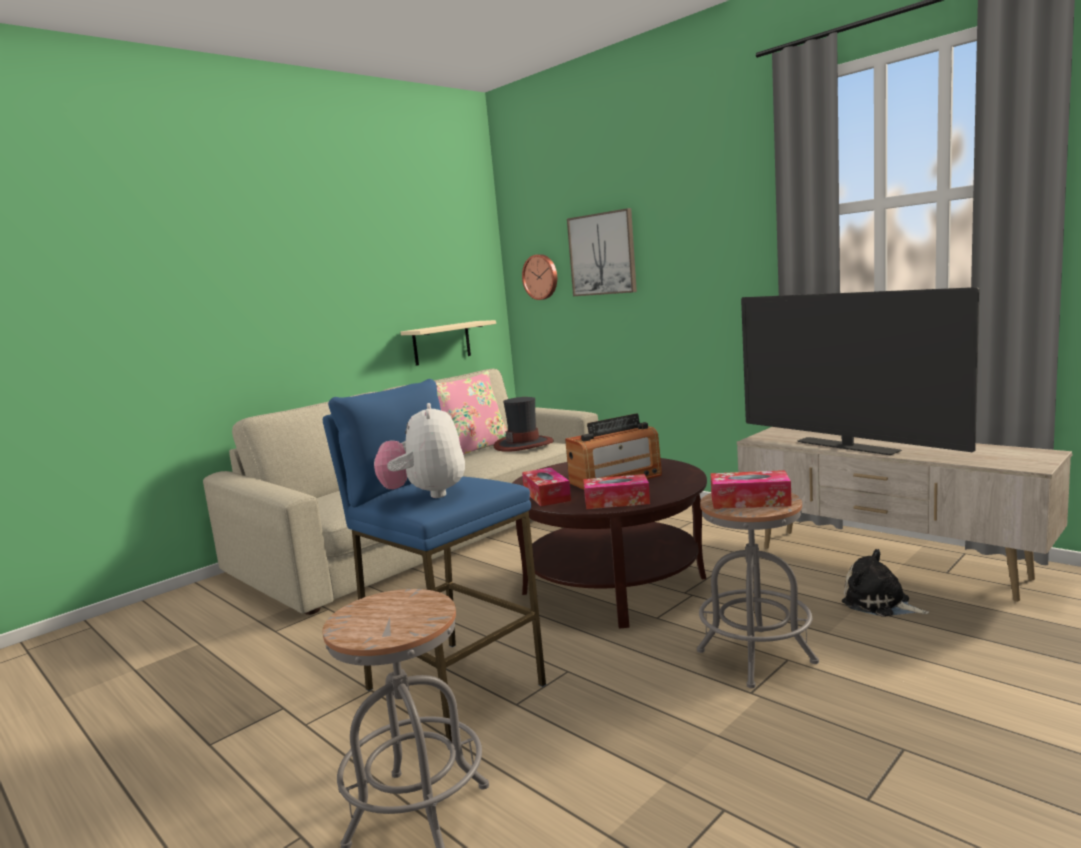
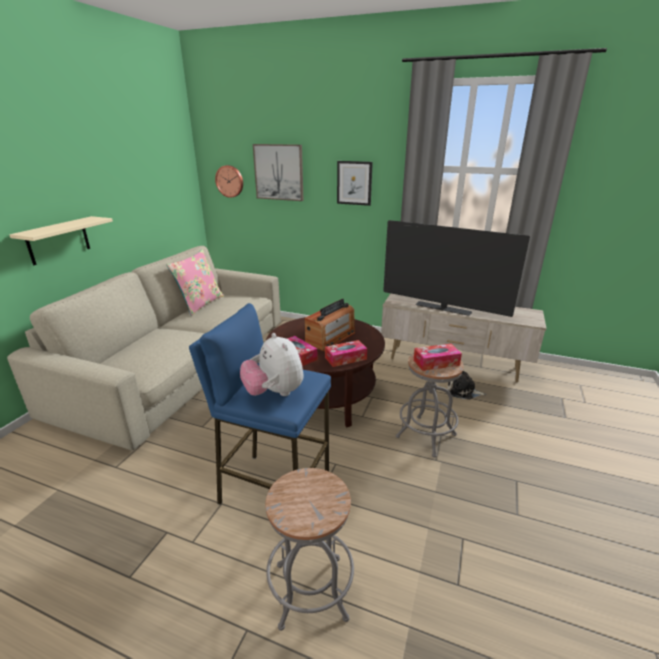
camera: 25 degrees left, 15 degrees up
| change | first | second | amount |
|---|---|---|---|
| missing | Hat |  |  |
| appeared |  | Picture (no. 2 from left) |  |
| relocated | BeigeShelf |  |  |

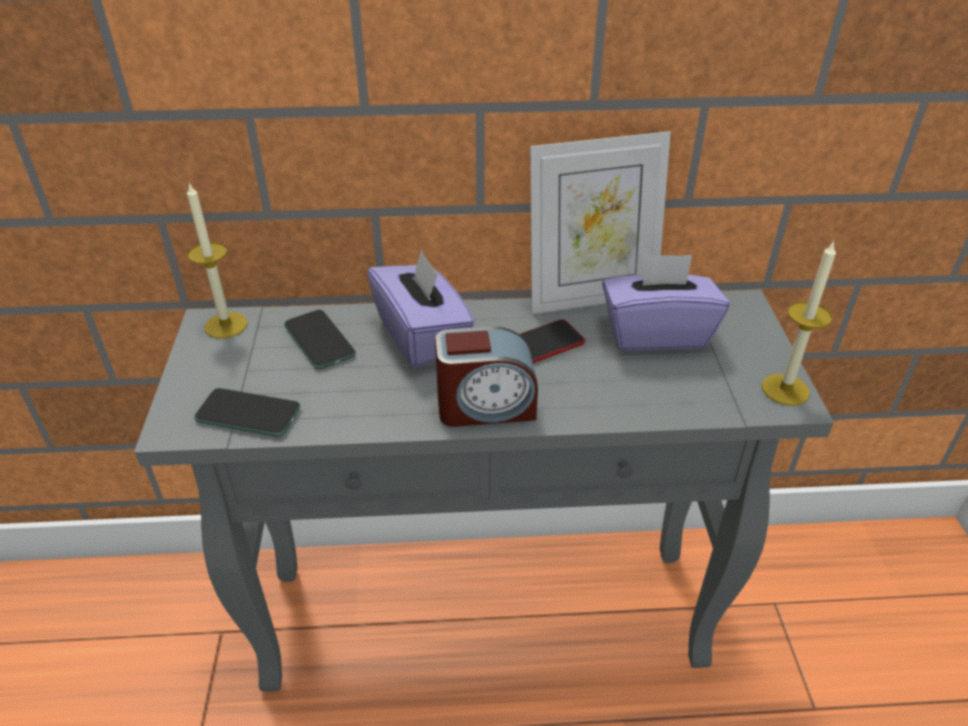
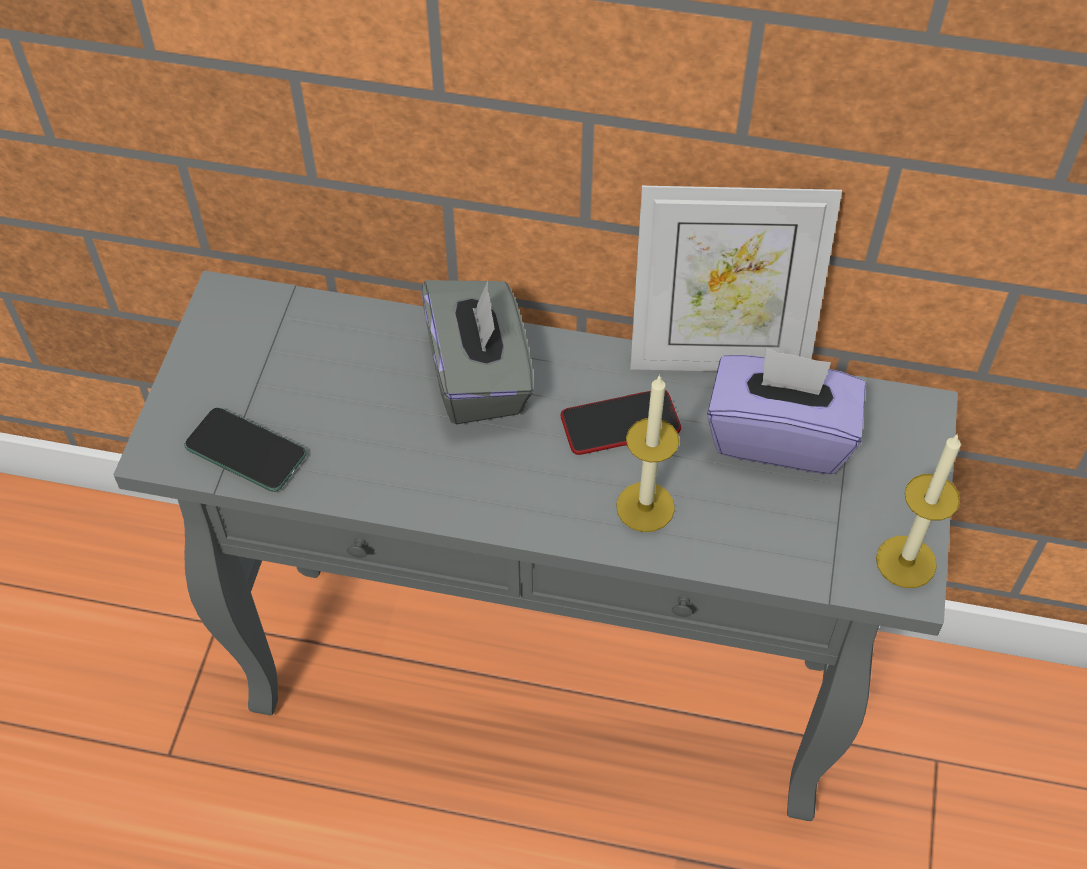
camera: 15 degrees right, 15 degrees up
| change | first | second | amount |
|---|---|---|---|
| missing | Phone (no. 2 from left) |  |  |
| missing | AlarmClock |  |  |
| relocated | Candle (no. 1 from left) |  |  |
| colour | PurpleTissueBox (no. 1 from left) | GreyTissueBox |  |

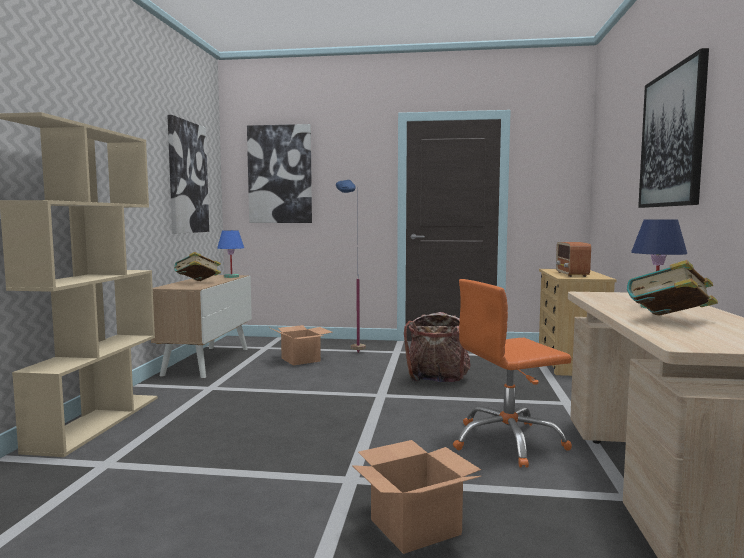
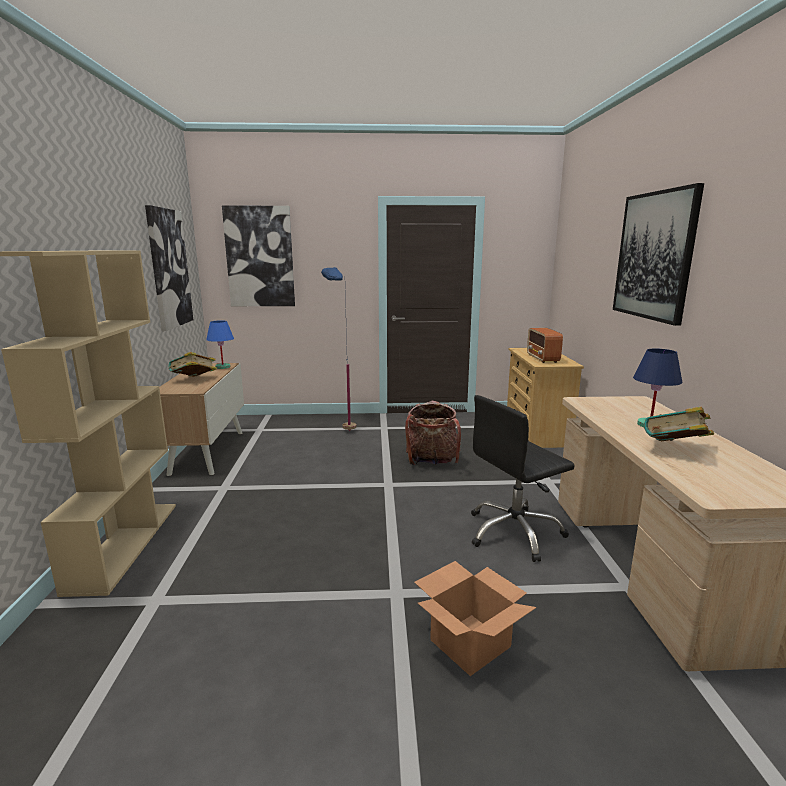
camera: 10 degrees left, 10 degrees up
| change | first | second | amount |
|---|---|---|---|
| missing | CardboardBox (no. 1 from left) |  |  |
| colour | OrangeOfficeChair | BlackOfficeChair |  |

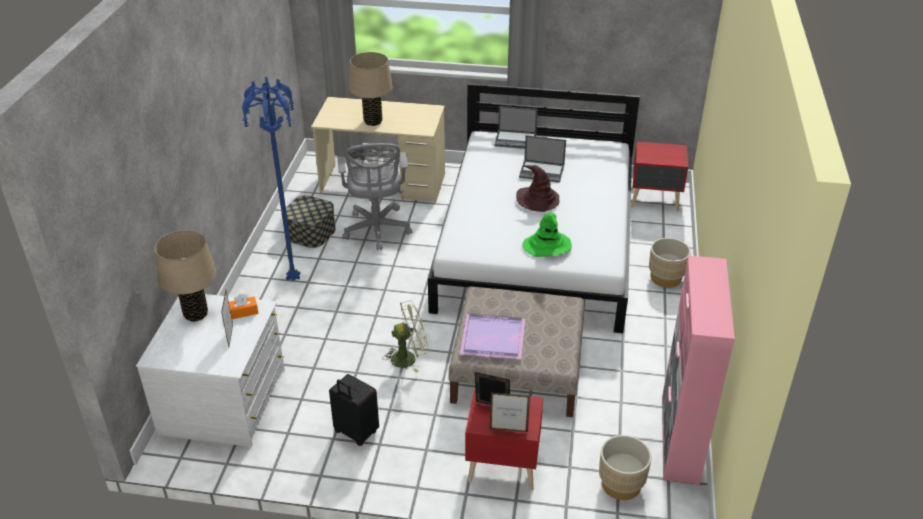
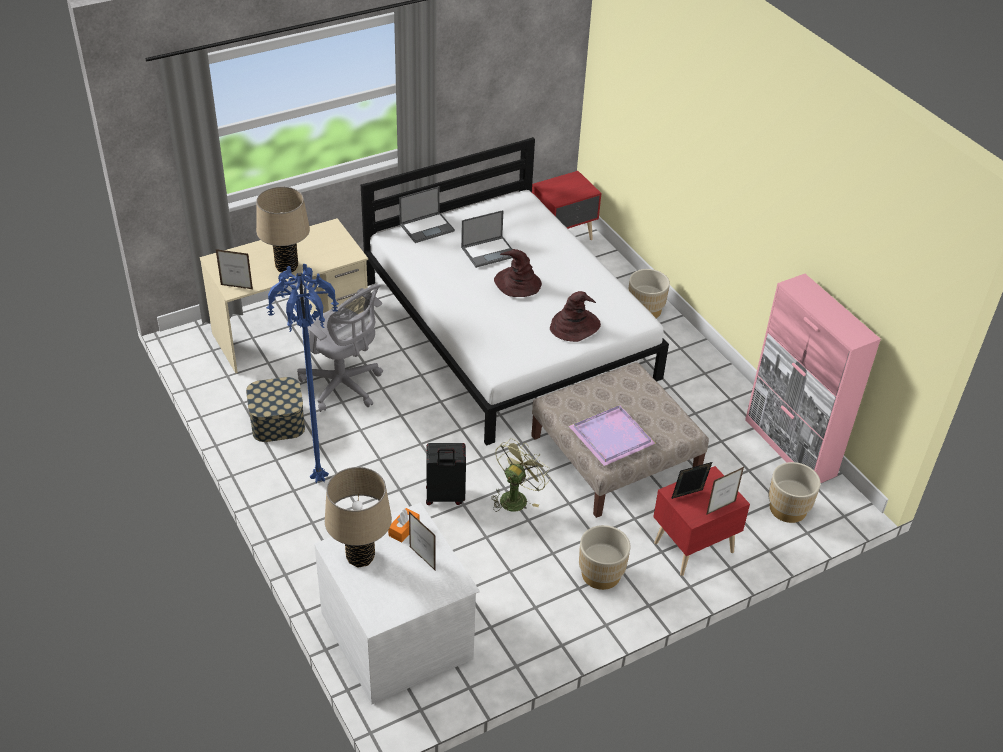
camera: 40 degrees left, 5 degrees up
| change | first | second | amount |
|---|---|---|---|
| appeared |  | PictureFrame (no. 1 from left) |  |
| appeared |  | BeigePlanter (no. 1 from left) |  |
| relocated | BlackSuitcase |  |  |
| colour | GreenHat | BrownHat (no. 2 from left) |  |

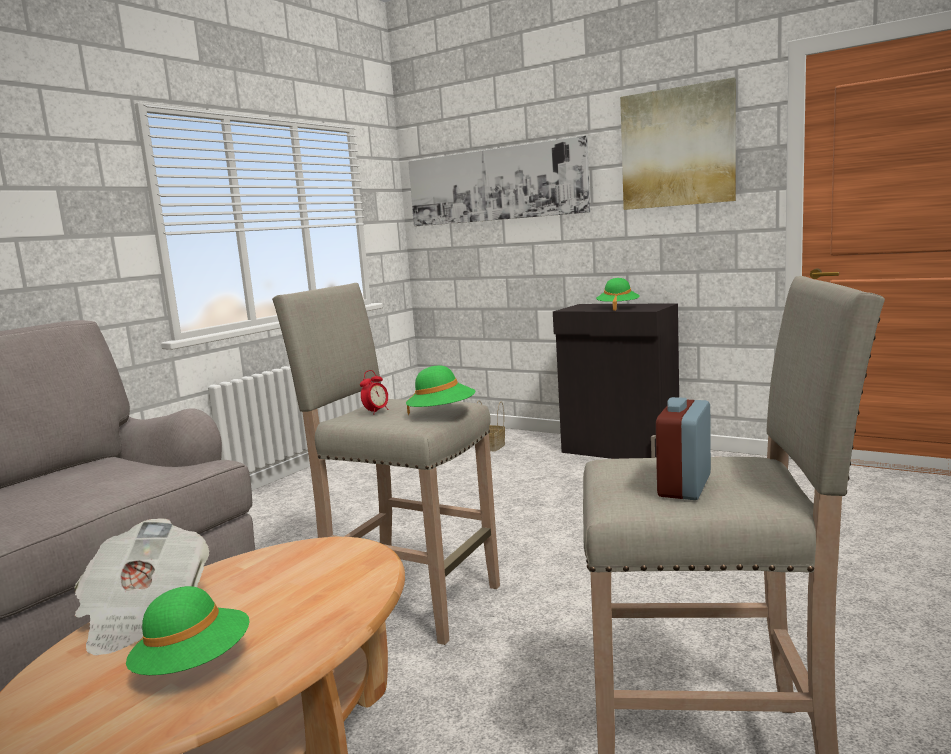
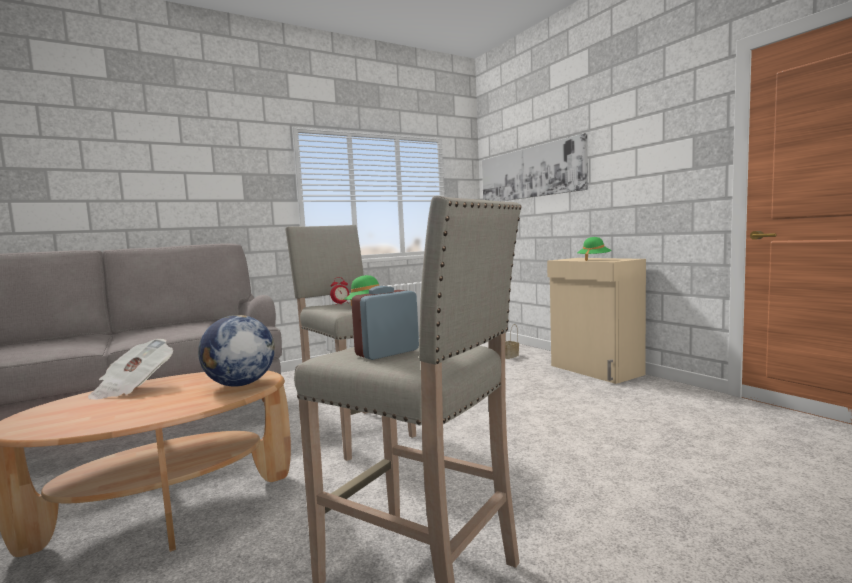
camera: 25 degrees right, 5 degrees down
| change | first | second | amount |
|---|---|---|---|
| missing | GreenHat (no. 1 from left) |  |  |
| missing | Picture (no. 2 from left) |  |  |
| appeared |  | Globe |  |
| colour | BlackCabinet | BeigeCabinet |  |

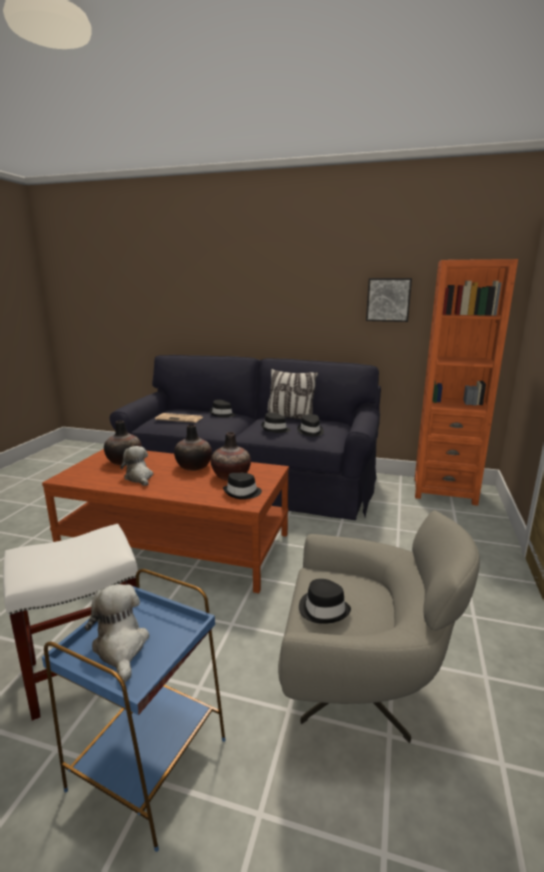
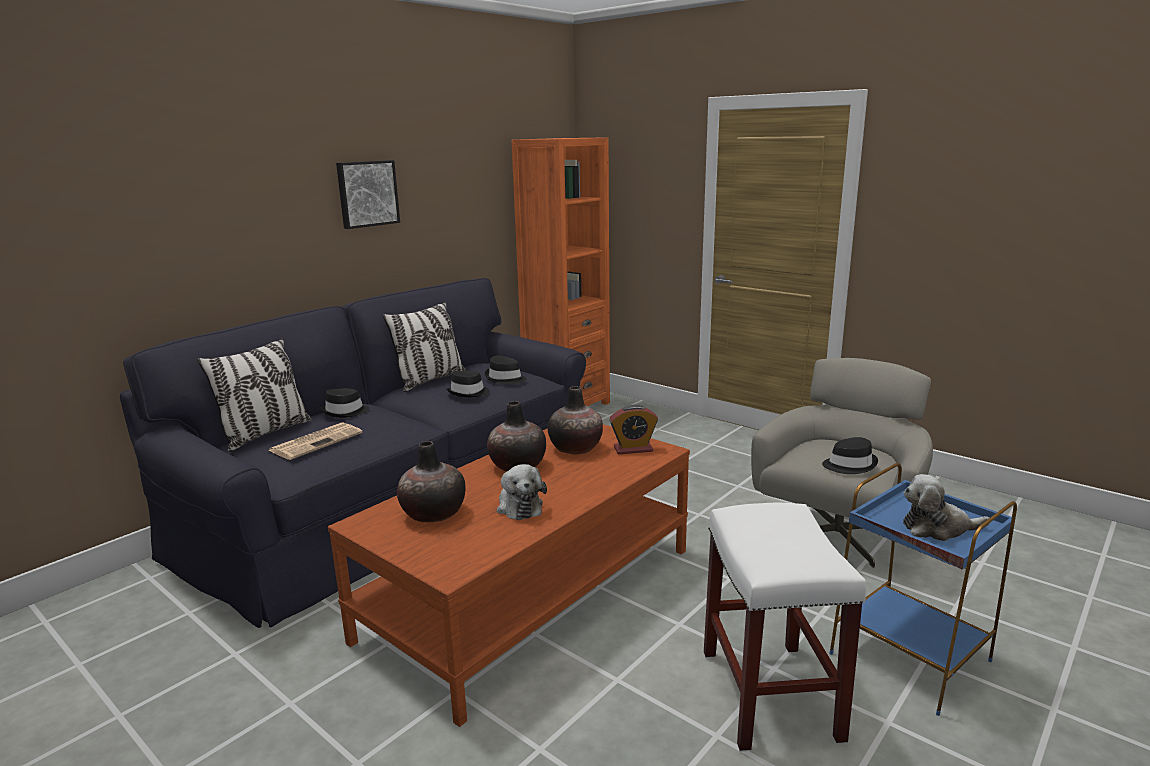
camera: 65 degrees left, 0 degrees up
| change | first | second | amount |
|---|---|---|---|
| appeared |  | Pillow (no. 1 from left) |  |
| relocated | Picture |  |  |
| exchanged | BlackHat (no. 2 from left) | AlarmClock |  |
| spun | PlushToy (no. 2 from left in the first image) | PlushToy (no. 1 from left) | 105 degrees counterclockwise |

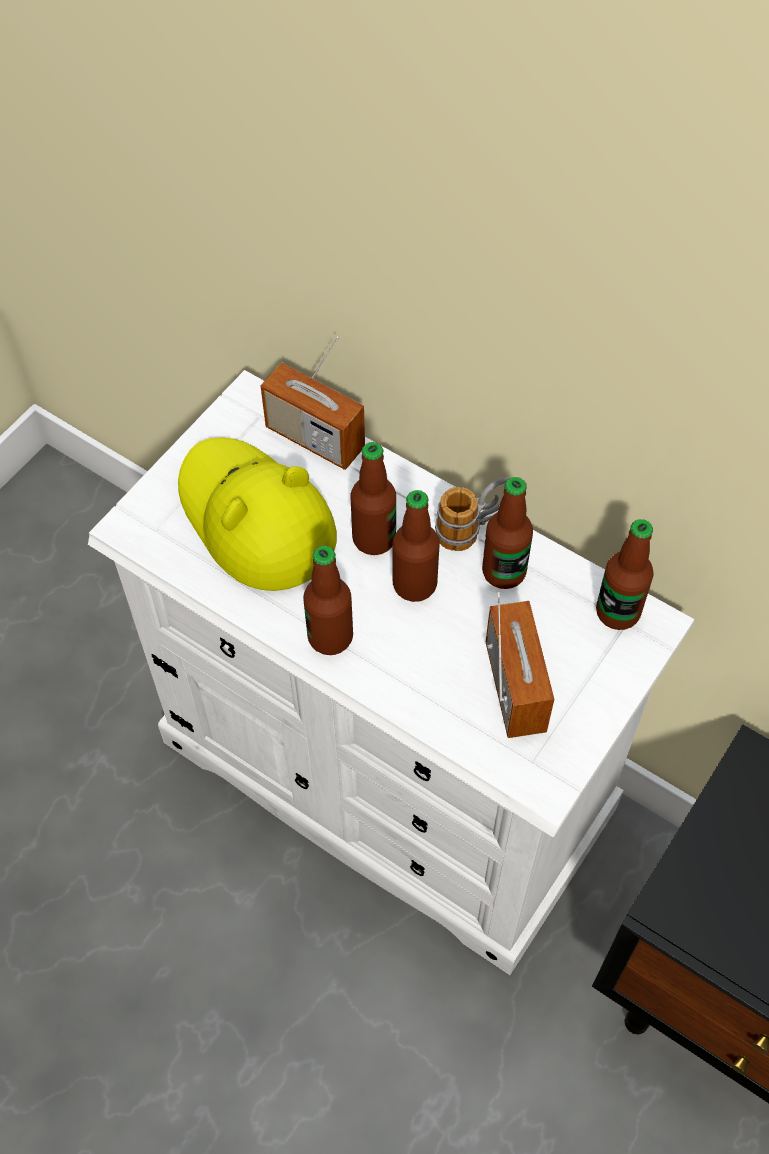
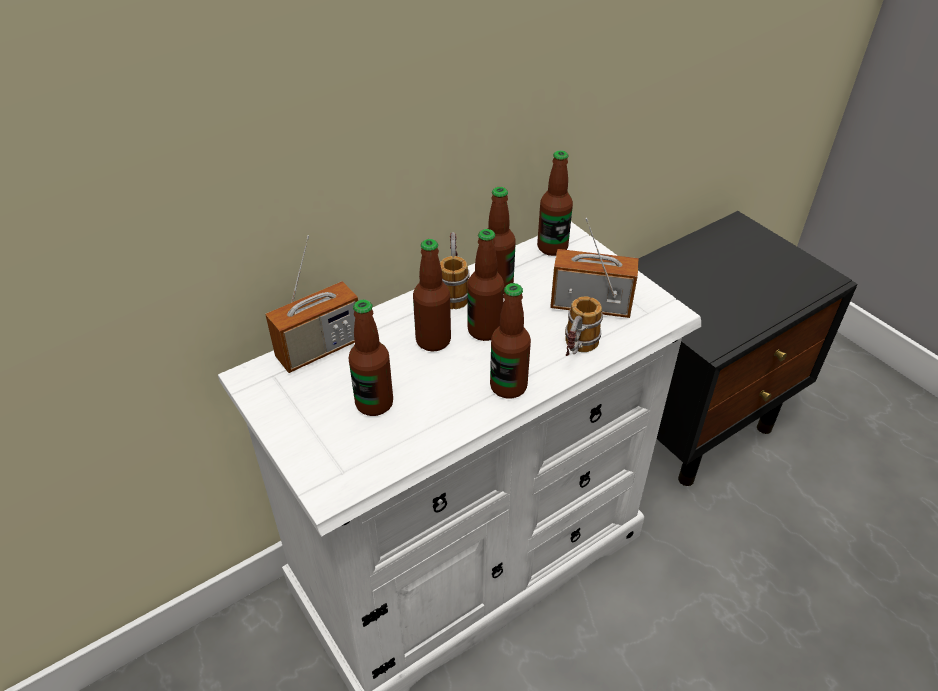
camera: 70 degrees left, 15 degrees down
| change | first | second | amount |
|---|---|---|---|
| appeared |  | Mug (no. 2 from left) |  |
| exchanged | YellowHat | Bottle (no. 1 from left) |  |

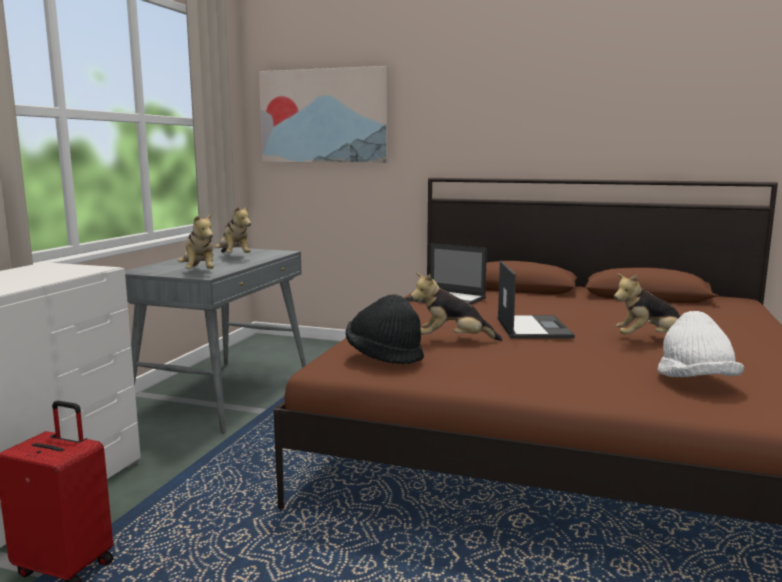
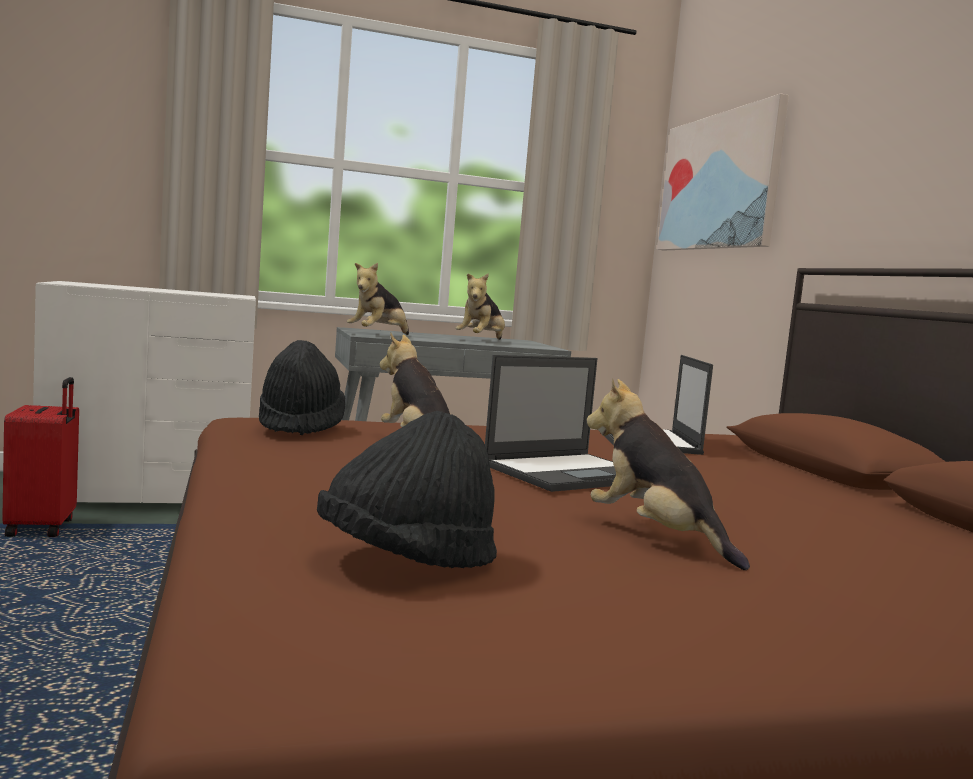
camera: 55 degrees right, 5 degrees down
| change | first | second | amount |
|---|---|---|---|
| colour | WhiteHat | BlackHat (no. 2 from left) |  |

